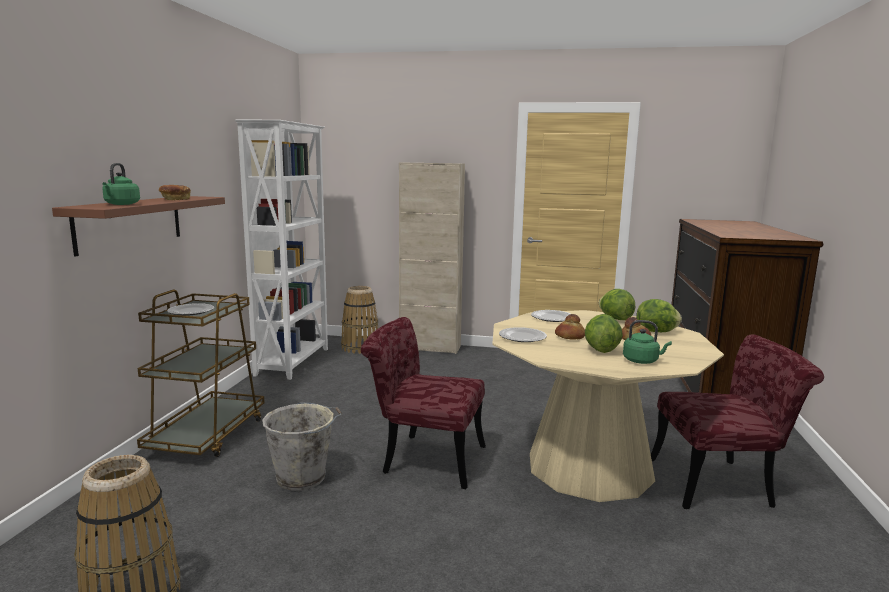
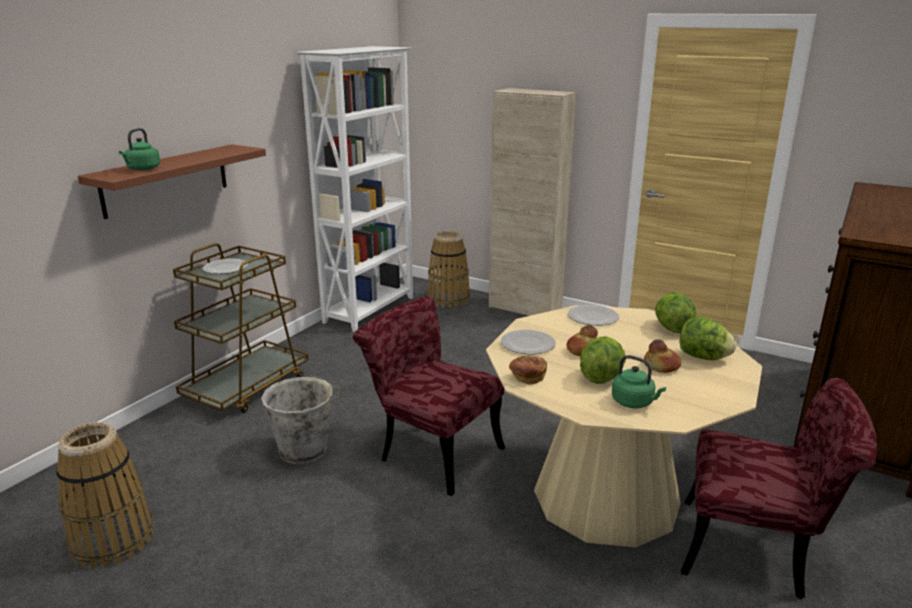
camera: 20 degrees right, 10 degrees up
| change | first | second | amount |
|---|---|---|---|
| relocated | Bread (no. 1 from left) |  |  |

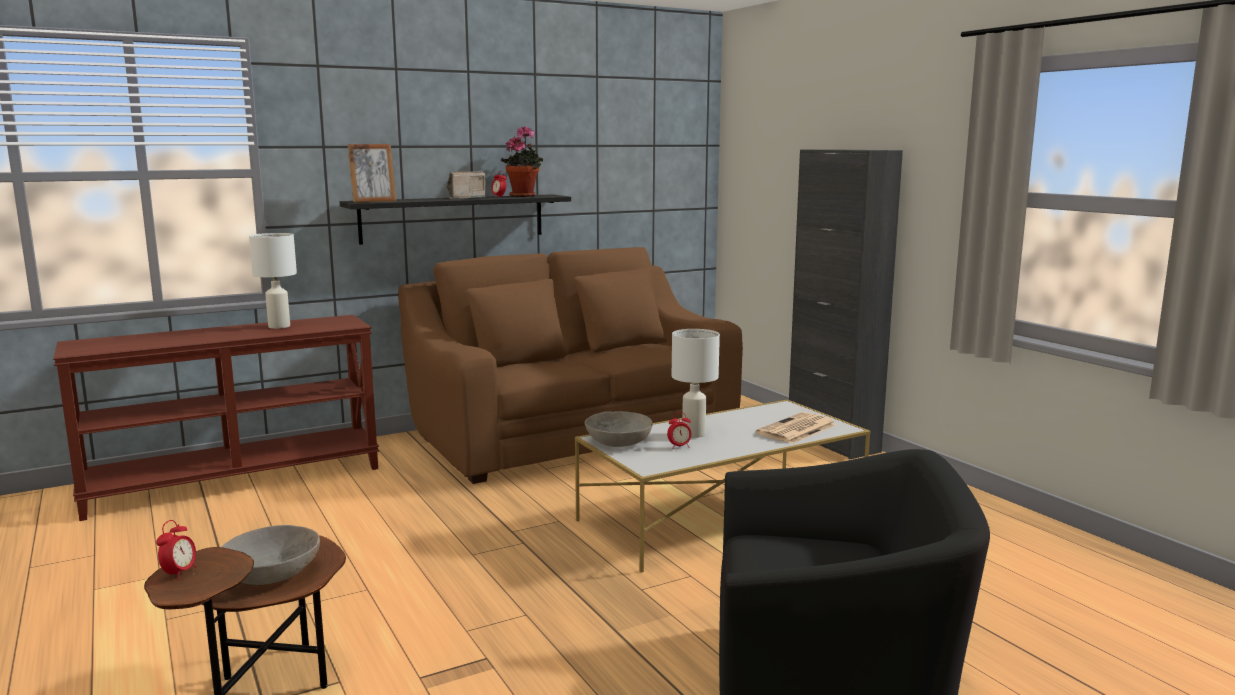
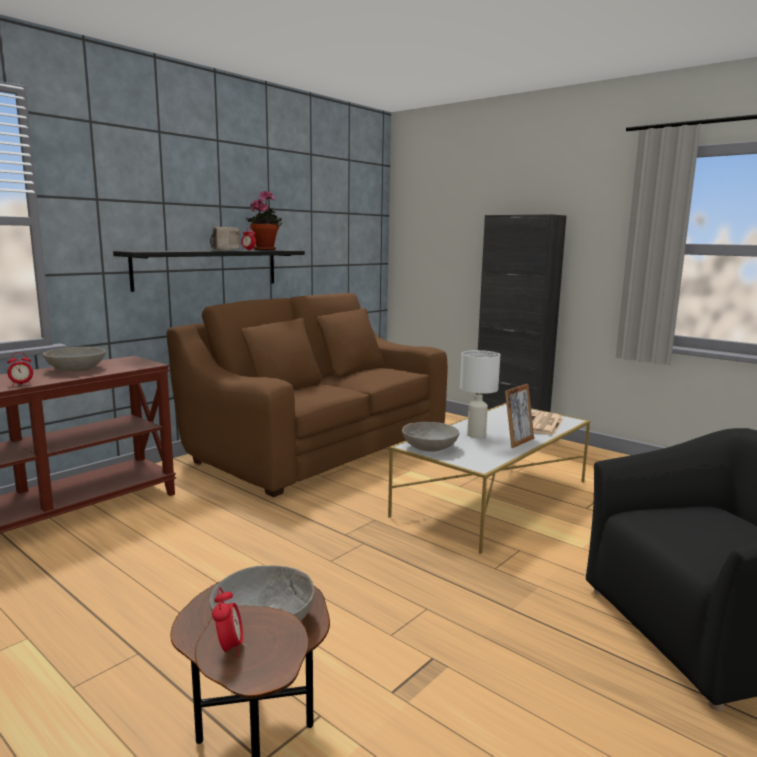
camera: 20 degrees left, 0 degrees up
| change | first | second | amount |
|---|---|---|---|
| relocated | PictureFrame |  |  |
| relocated | AlarmClock (no. 3 from left in the first image) | AlarmClock (no. 1 from left) |  |
| exchanged | WhiteTableLamp (no. 1 from left) | GreyBowl (no. 1 from left) |  |

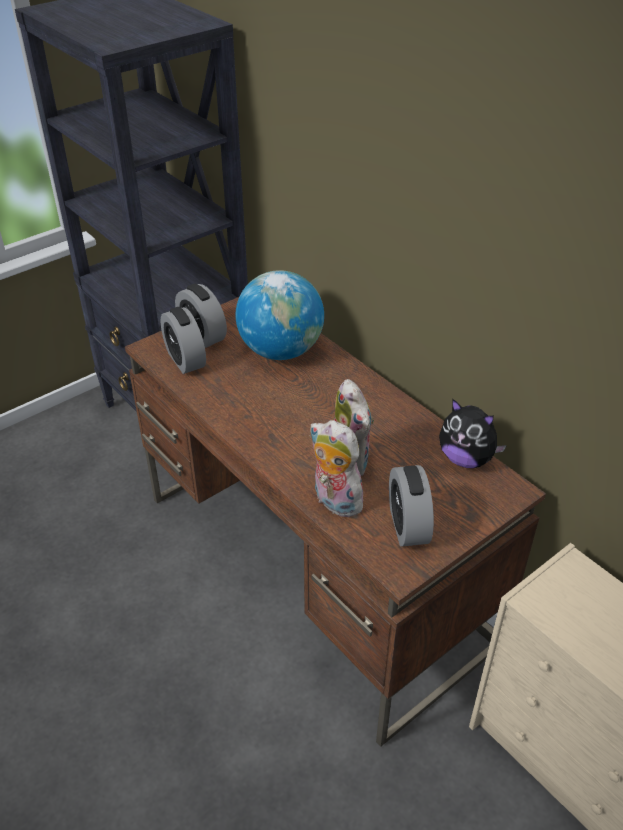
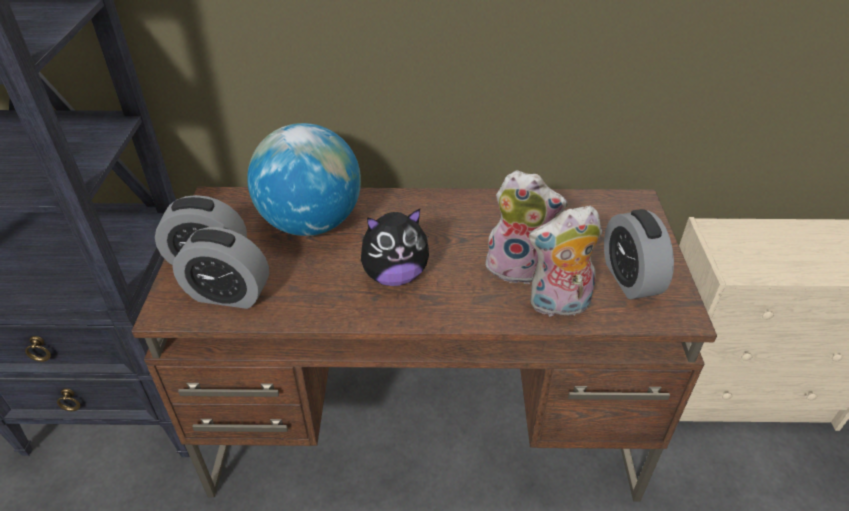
camera: 50 degrees left, 0 degrees up
| change | first | second | amount |
|---|---|---|---|
| relocated | PlushToy (no. 3 from left in the first image) | PlushToy (no. 1 from left) |  |
| spun | AlarmClock (no. 3 from left) |  | 45 degrees clockwise |

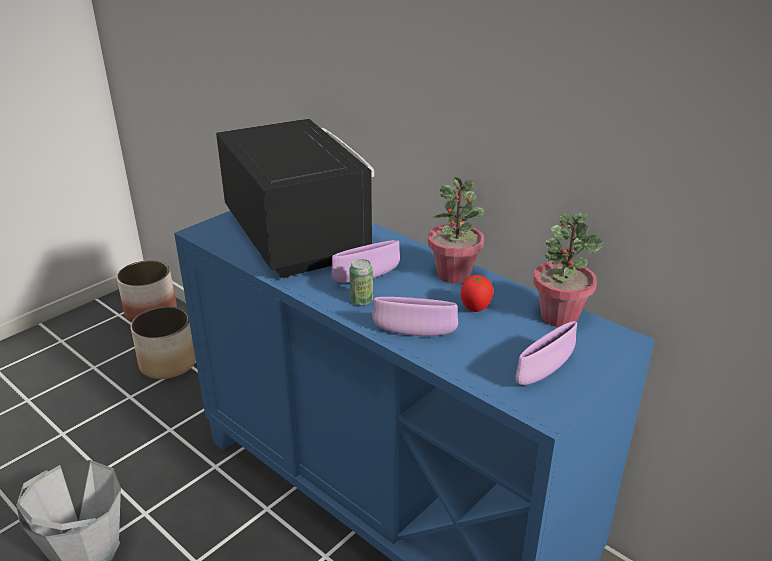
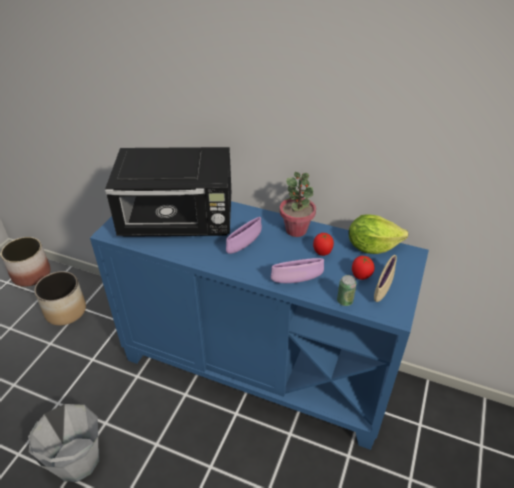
camera: 20 degrees left, 10 degrees up
| change | first | second | amount |
|---|---|---|---|
| appeared |  | Tomato (no. 2 from left) |  |
| relocated | Can |  |  |
| exchanged | PottedPlant (no. 2 from left) | Lettuce |  |
| colour | PurpleBowl (no. 3 from left) | BeigeBowl |  |
| spun | BlackMicrowave |  | 135 degrees clockwise |

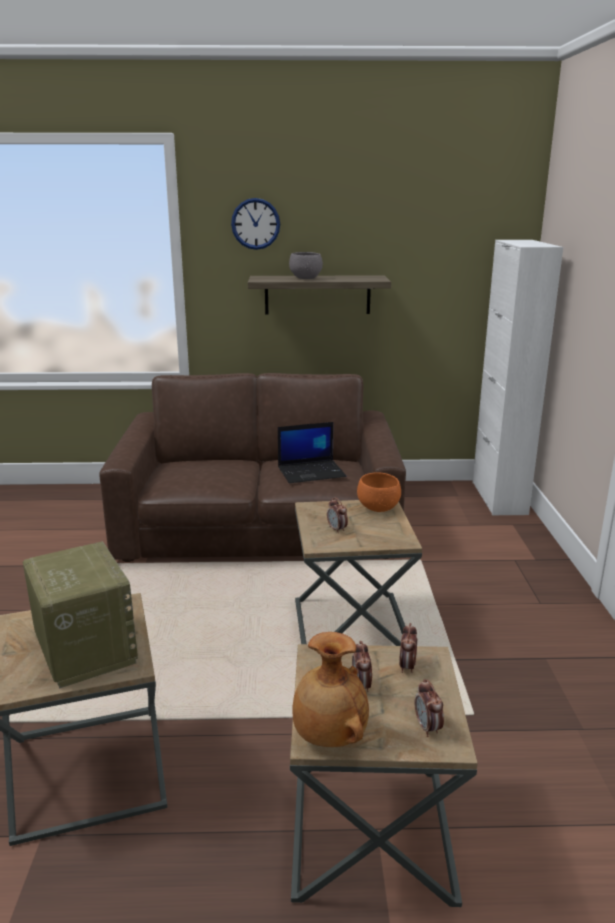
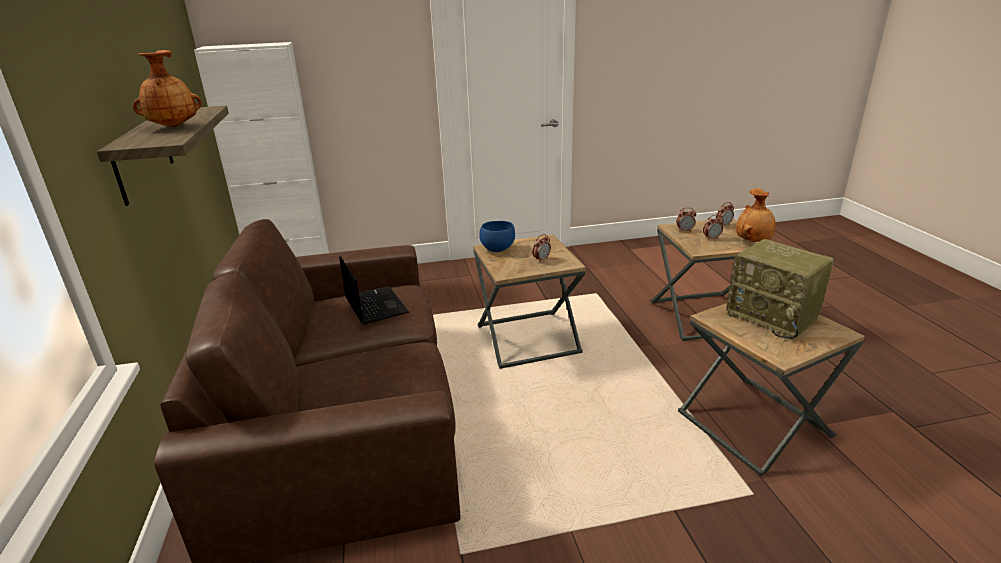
camera: 100 degrees left, 5 degrees up
| change | first | second | amount |
|---|---|---|---|
| missing | WallClock |  |  |
| exchanged | GreyBowl | BrownVase (no. 1 from left) |  |
| colour | OrangeBowl | BlueBowl |  |
| spun | Radio |  | 90 degrees counterclockwise |

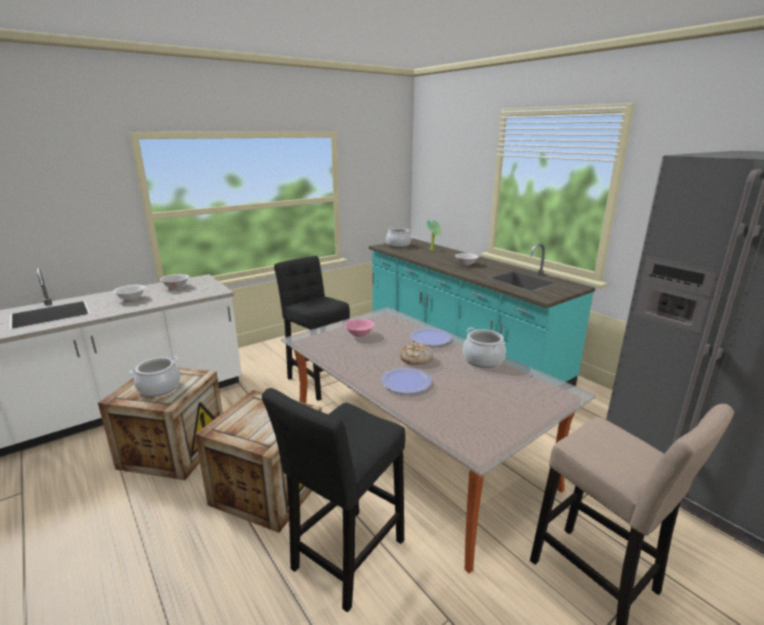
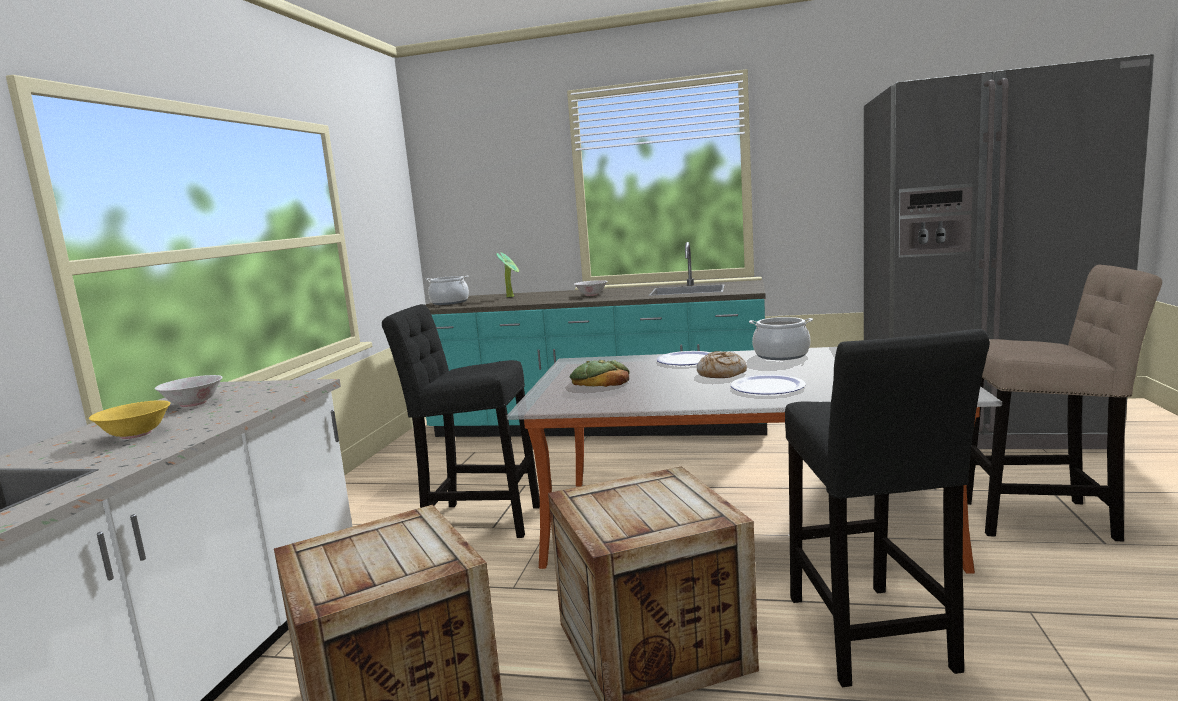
camera: 40 degrees left, 10 degrees down
| change | first | second | amount |
|---|---|---|---|
| missing | CookingPot (no. 1 from left) |  |  |
| exchanged | PinkBowl | Bread (no. 1 from left) |  |
| colour | WhiteBowl (no. 1 from left) | YellowBowl |  |

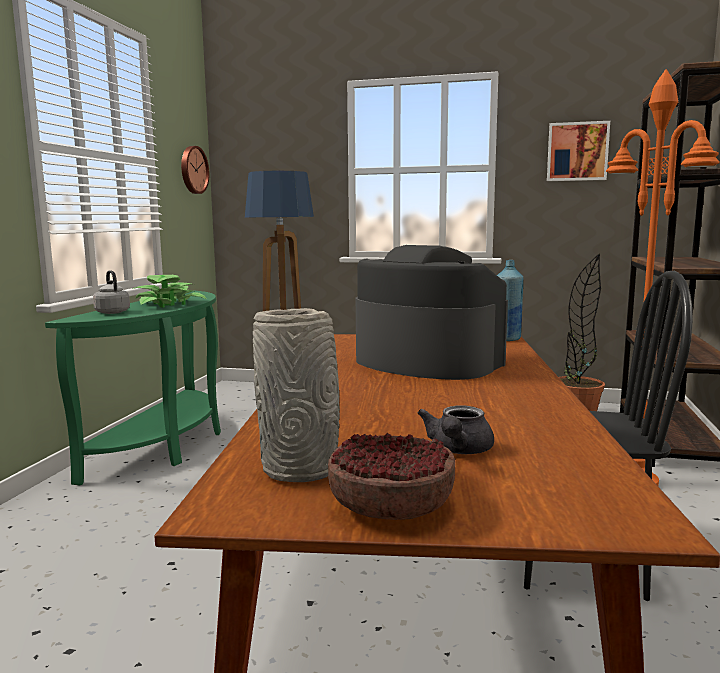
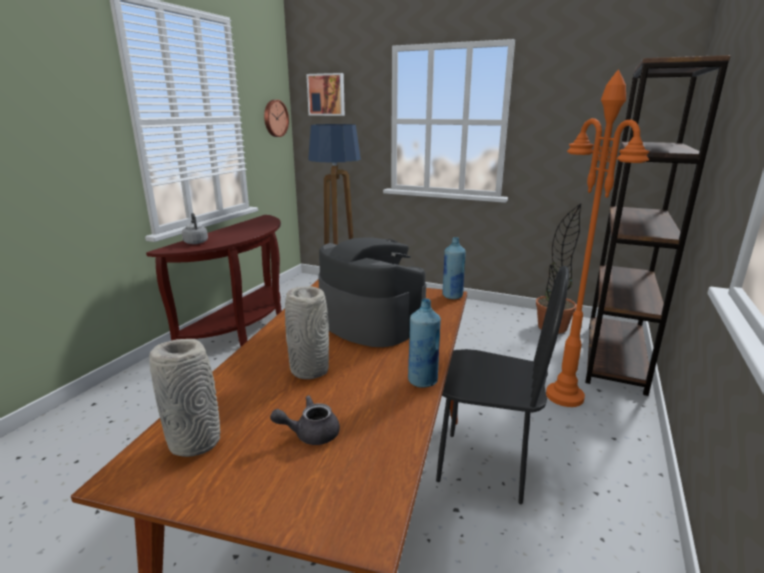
camera: 10 degrees right, 10 degrees up
| change | first | second | amount |
|---|---|---|---|
| missing | PottedPlant (no. 1 from left) |  |  |
| missing | Bowl |  |  |
| appeared |  | GreyVase (no. 2 from left) |  |
| appeared |  | BlueBottle (no. 1 from left) |  |
| relocated | Picture |  |  |
| colour | GreenConsoleTable | BrownConsoleTable |  |
| spun | GreyTeapot |  | 45 degrees clockwise |

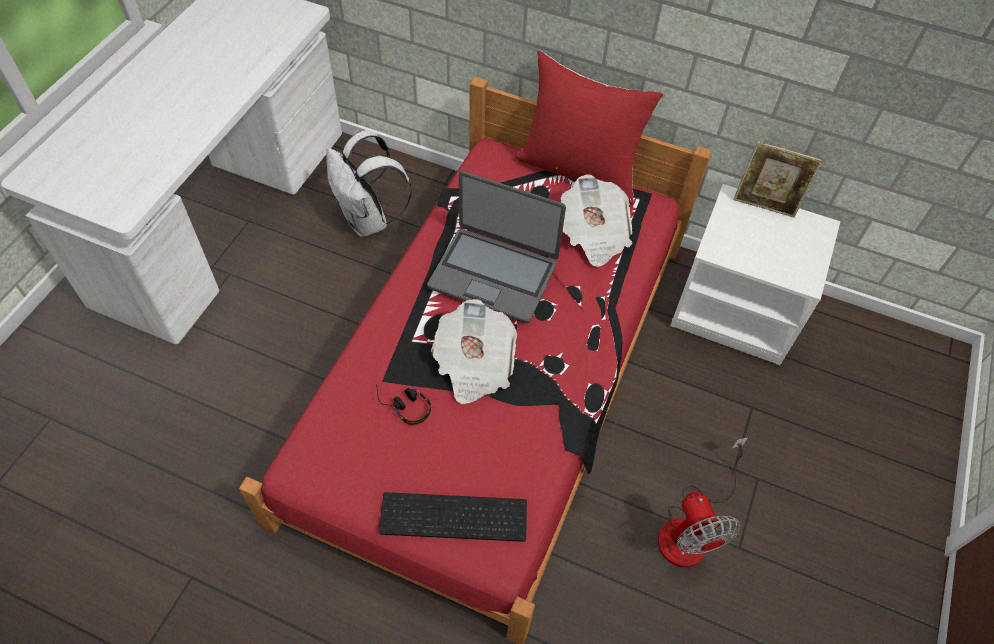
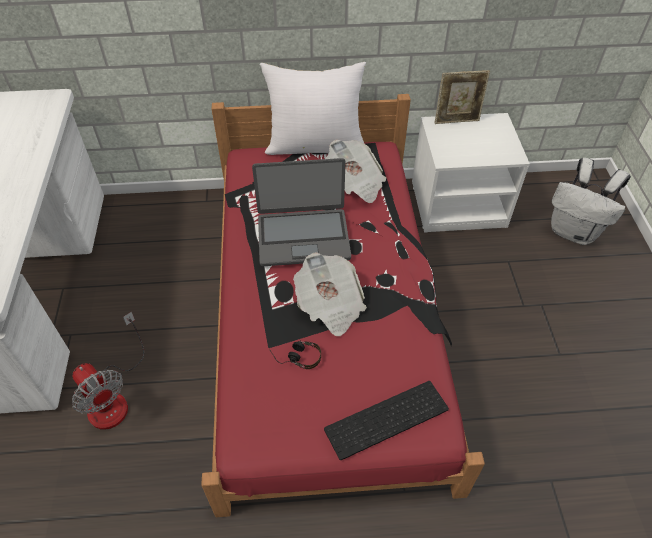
camera: 25 degrees left, 5 degrees down
| change | first | second | amount |
|---|---|---|---|
| relocated | WhiteBackpack |  |  |
| relocated | Fan |  |  |
| colour | RedPillow | WhitePillow |  |

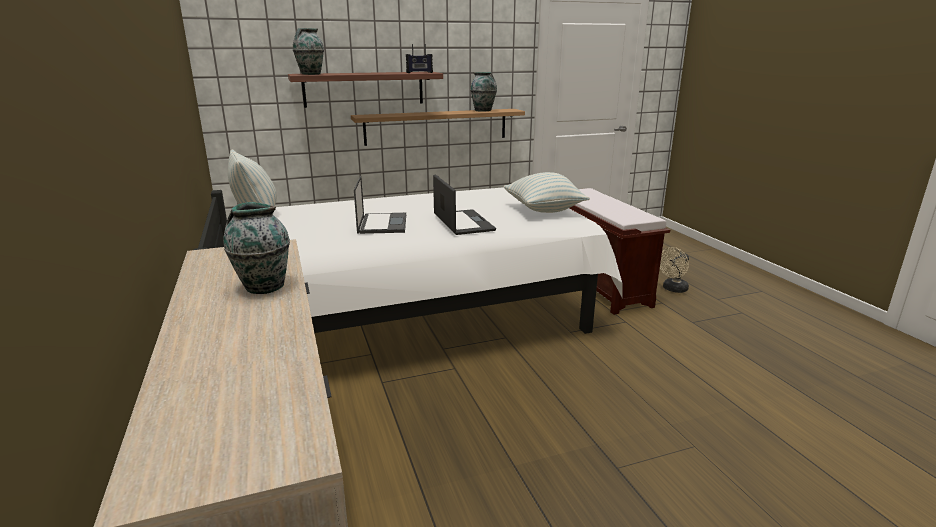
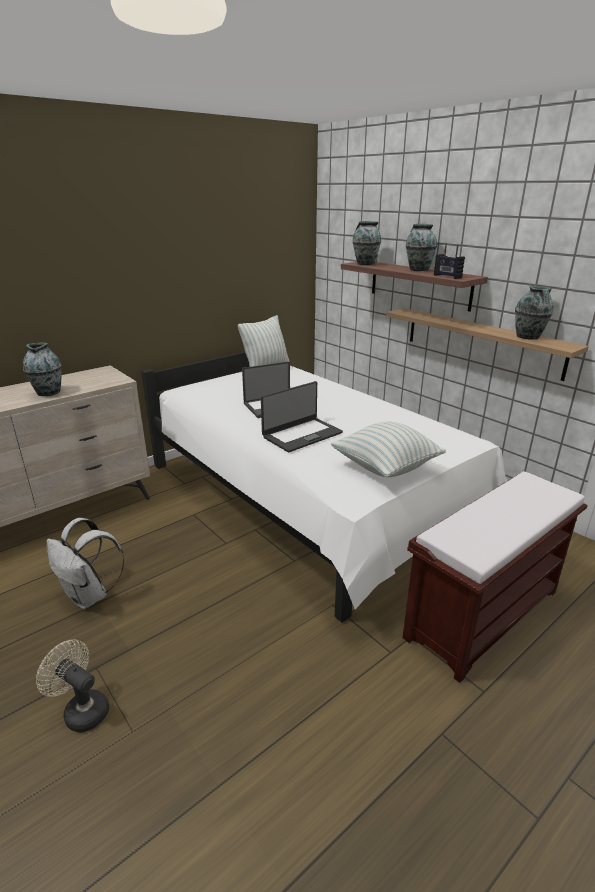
camera: 70 degrees right, 5 degrees up
| change | first | second | amount |
|---|---|---|---|
| appeared |  | WhiteBackpack |  |
| appeared |  | Vase (no. 3 from left) |  |
| relocated | BeigeFan |  |  |

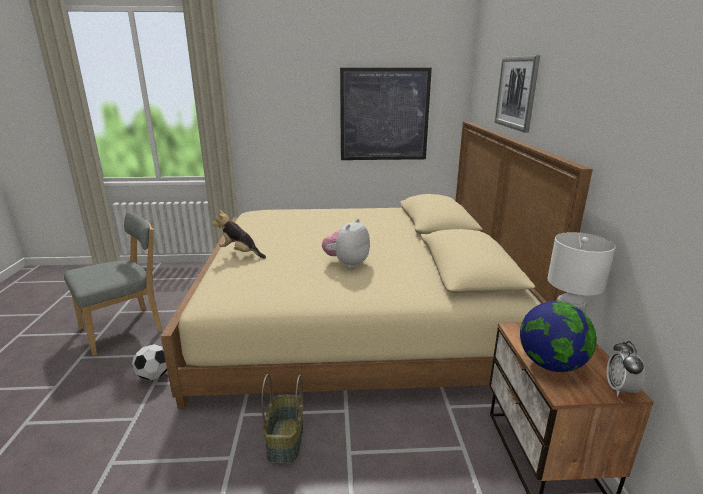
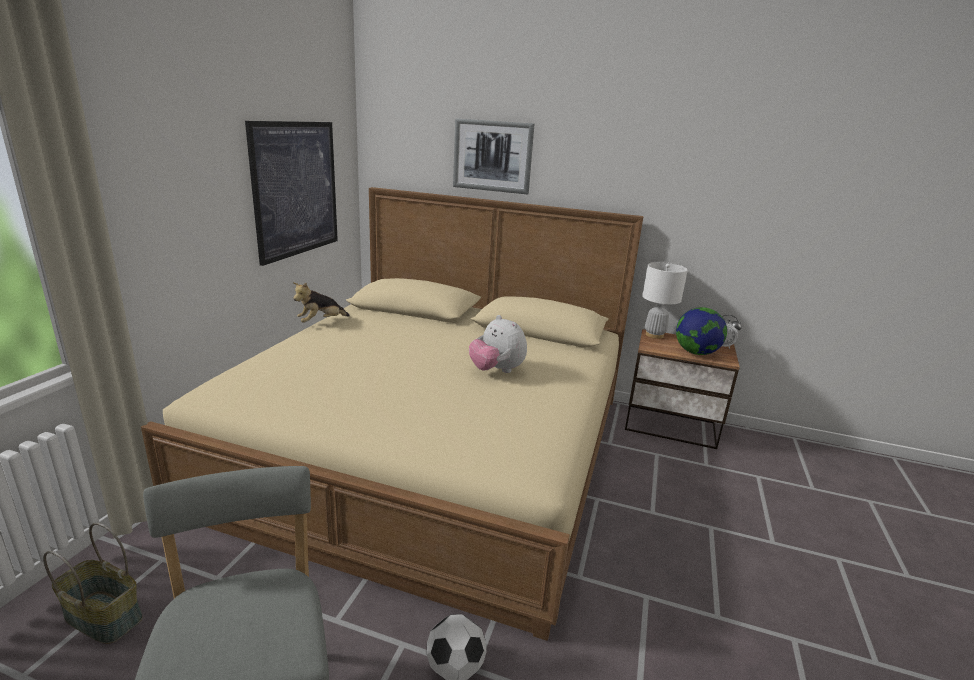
camera: 70 degrees left, 0 degrees up
| change | first | second | amount |
|---|---|---|---|
| relocated | PlushToy (no. 1 from left) |  |  |
| relocated | Basket |  |  |

